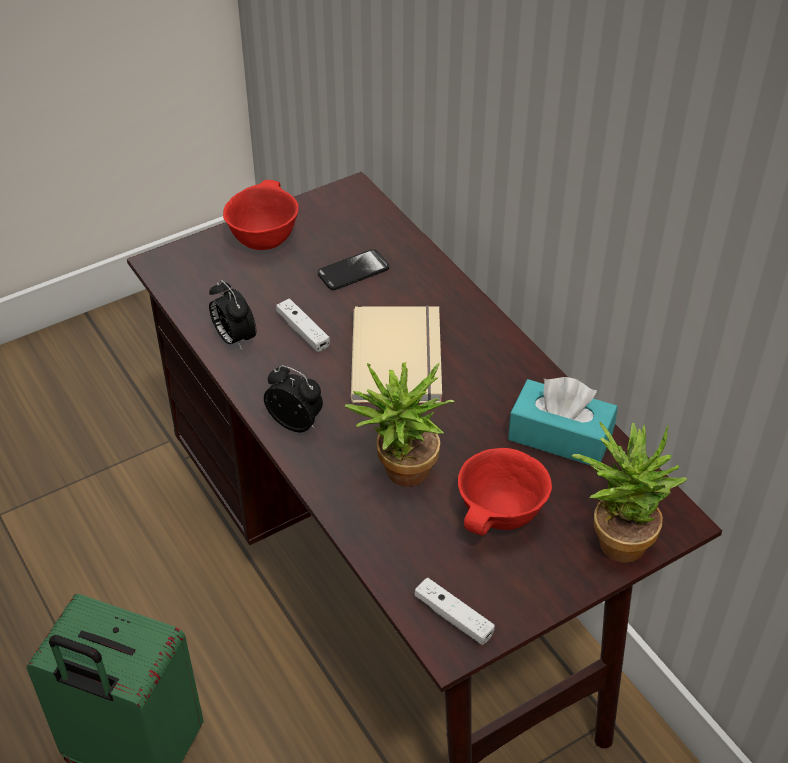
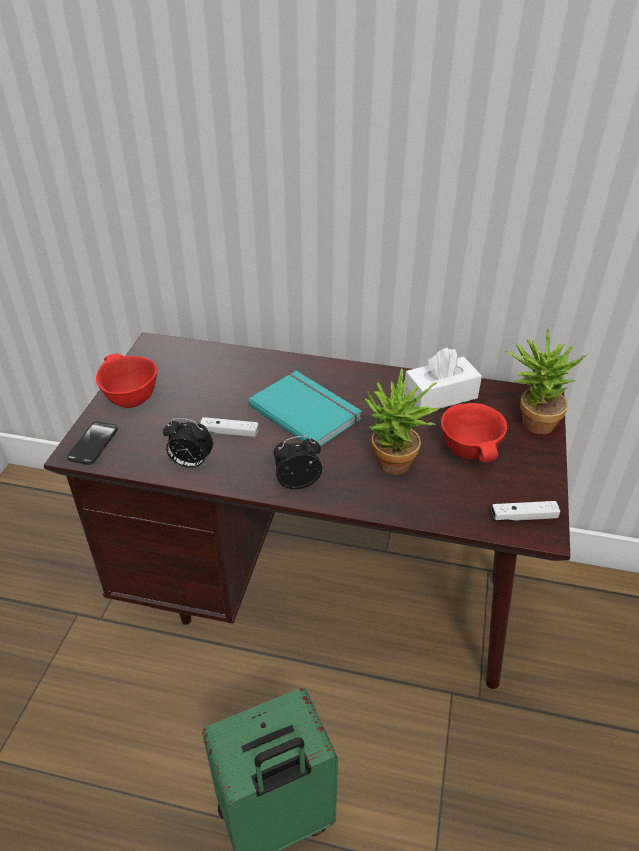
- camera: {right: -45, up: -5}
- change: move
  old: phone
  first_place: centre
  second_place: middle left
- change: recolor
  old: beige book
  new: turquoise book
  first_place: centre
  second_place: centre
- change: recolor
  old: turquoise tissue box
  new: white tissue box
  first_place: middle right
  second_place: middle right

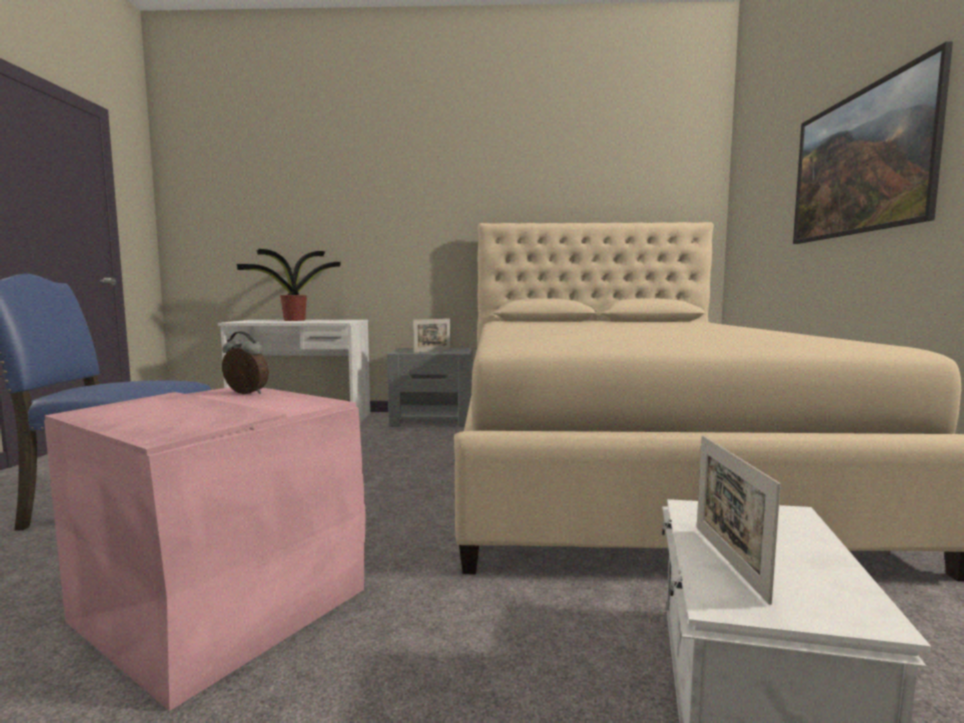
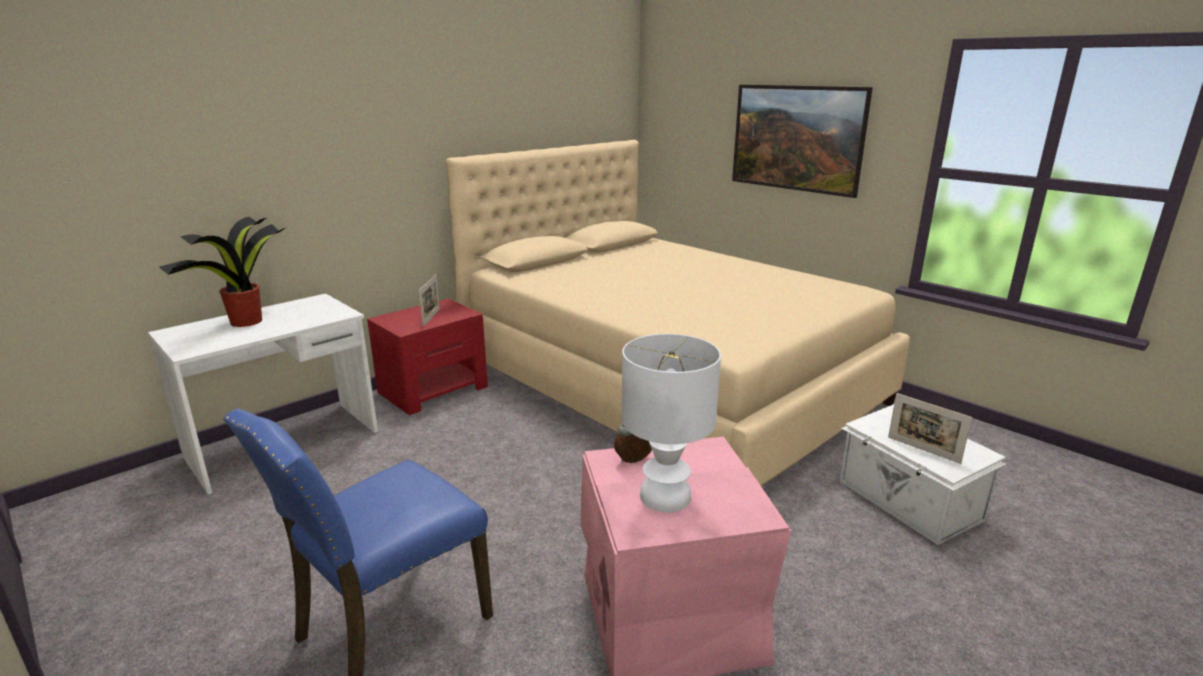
- camera: {right: -45, up: 15}
- change: recolor
  old: grey nightstand
  new: red nightstand
  first_place: centre
  second_place: centre
- change: insert
  new: white table lamp
  second_place: centre

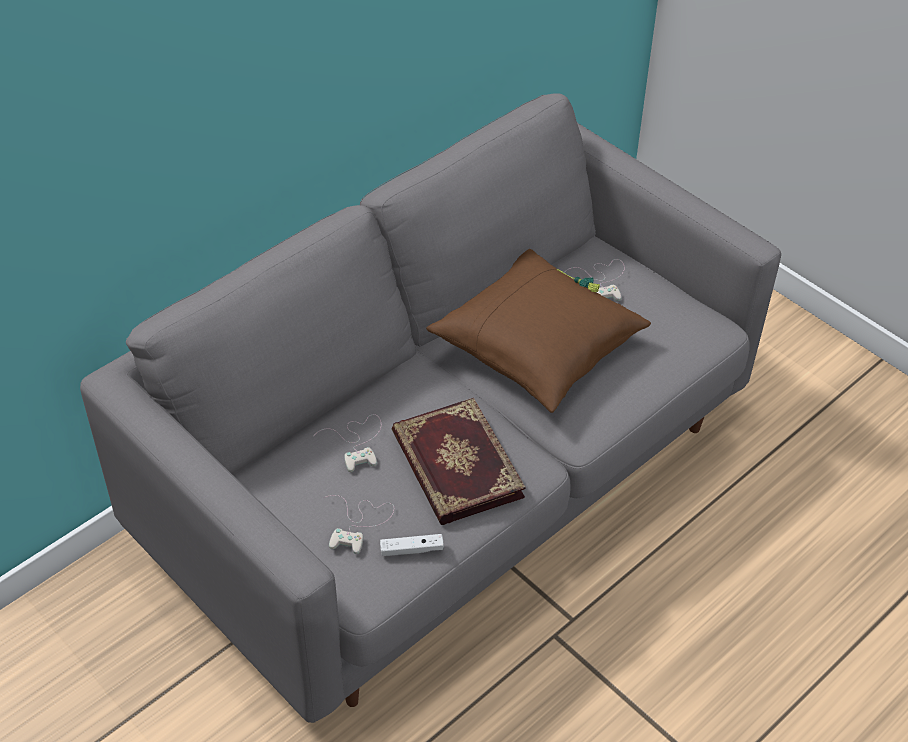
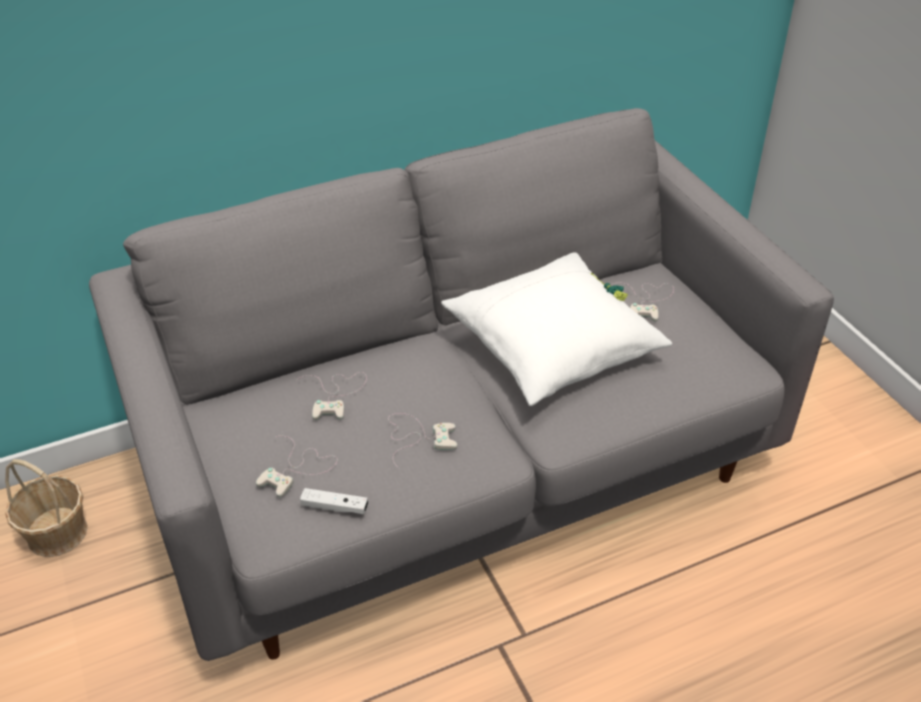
- camera: {right: 20, up: -5}
- change: replace
  old: book
  new: white game controller (4th from left)
  first_place: centre
  second_place: centre
- change: recolor
  old: brown pillow
  new: white pillow
  first_place: centre
  second_place: centre
- change: insert
  new: basket
  second_place: bottom left

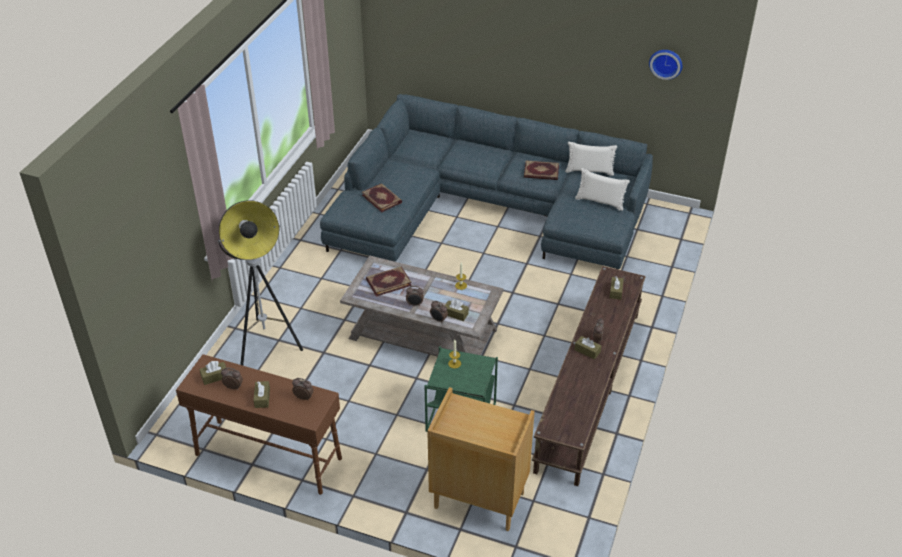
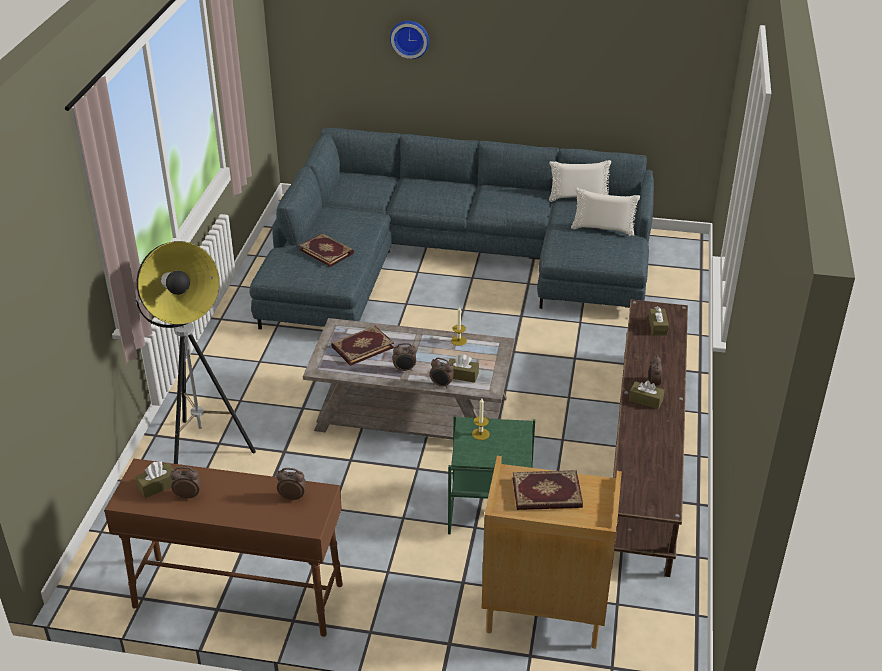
- camera: {right: -10, up: -5}
- change: delete
  old: brown tissue box (2nd from left)
  first_place: bottom left
- change: move
  old: book (3rd from left)
  first_place: top centre
  second_place: bottom centre
- change: move
  old: wall clock
  first_place: top right
  second_place: top centre

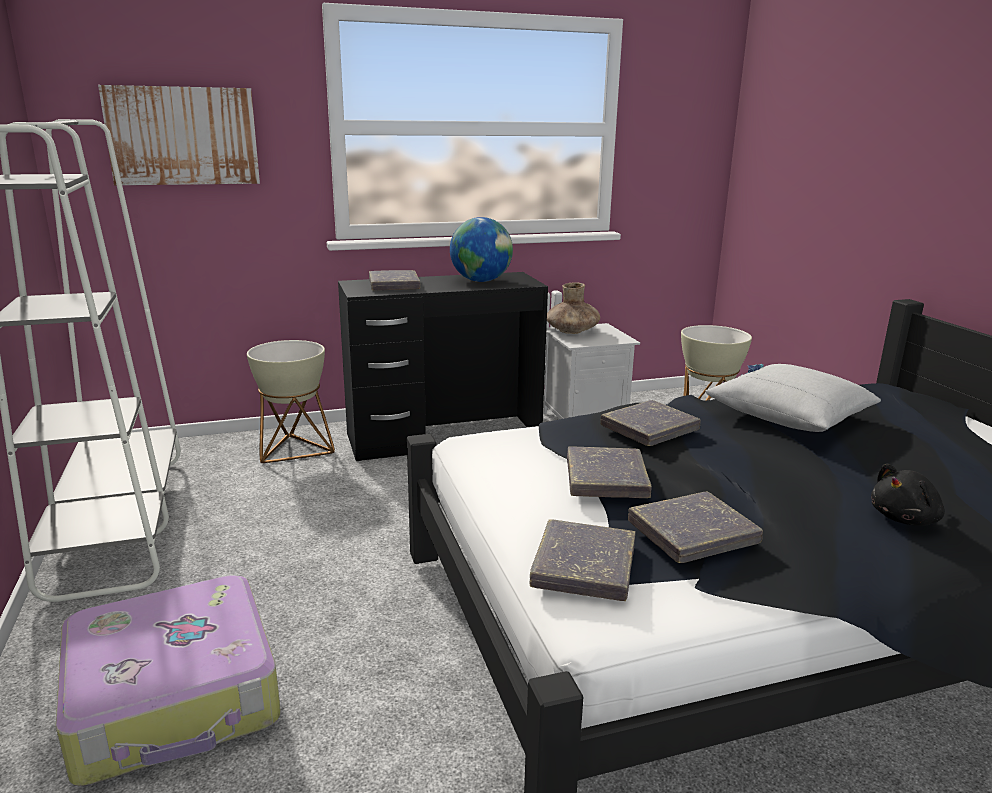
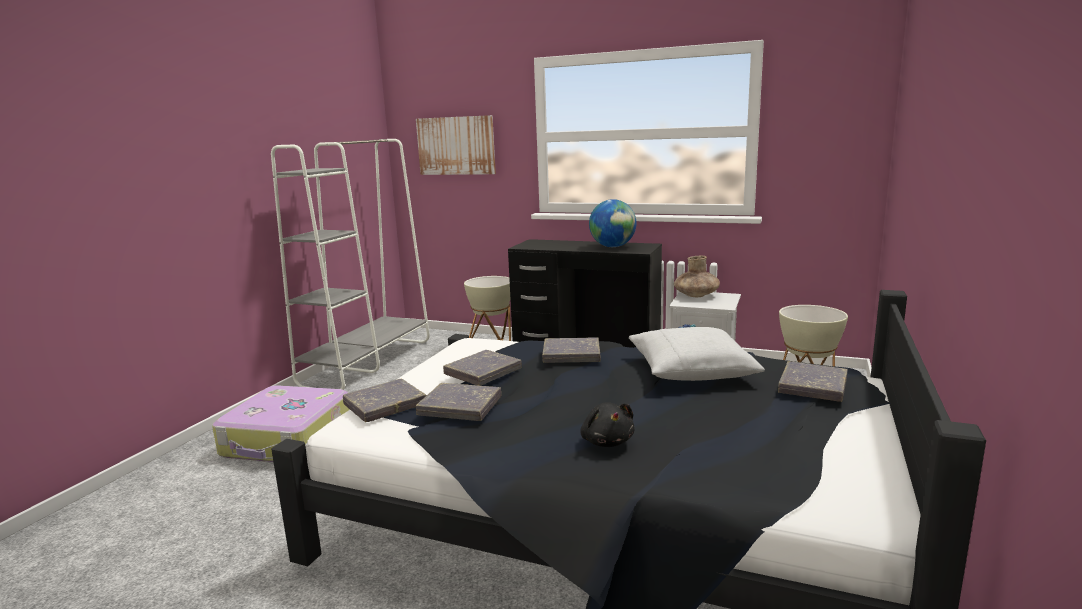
- camera: {right: 40, up: -5}
- change: move
  old: grey book (1st from left in the first image)
  new: grey book (5th from left)
  first_place: centre
  second_place: middle right
- change: rotate
  old: black plush toy
  first_place: middle right
  second_place: bottom centre
  degrees: -120

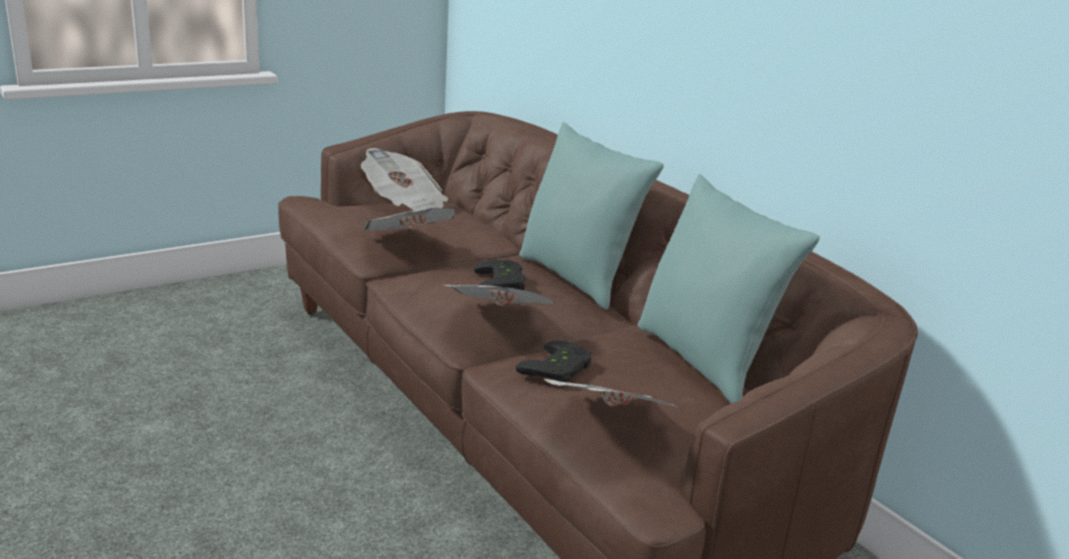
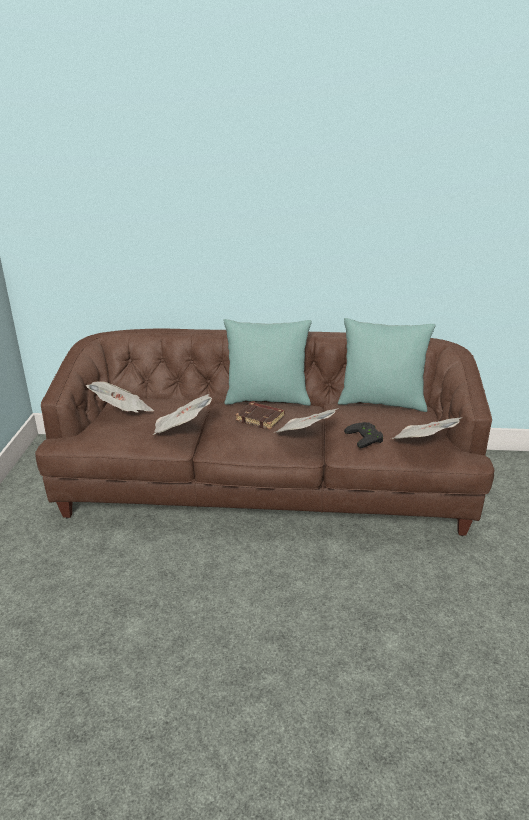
- camera: {right: -50, up: 5}
- change: replace
  old: black game controller (1st from left)
  new: brown book
  first_place: centre
  second_place: centre

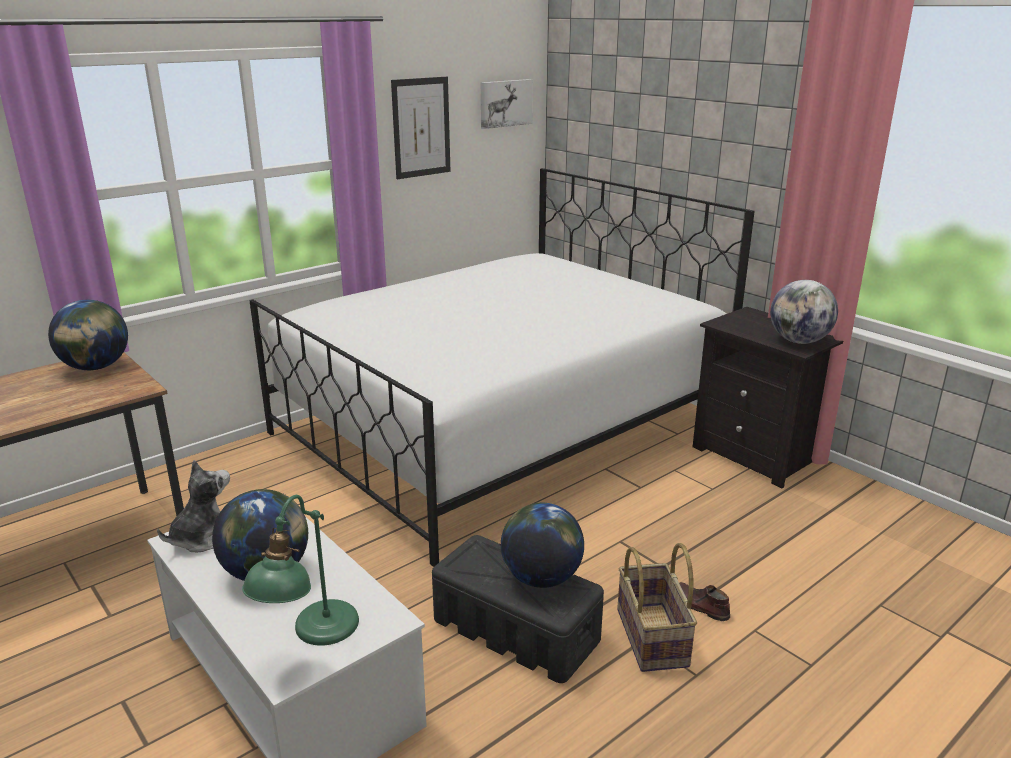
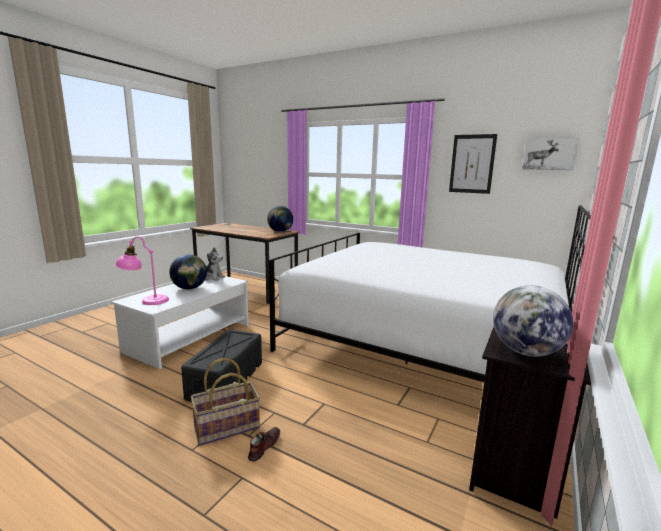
- camera: {right: 70, up: -10}
- change: recolor
  old: green table lamp
  new: pink table lamp
  first_place: bottom left
  second_place: middle left
- change: delete
  old: globe (3rd from left)
  first_place: bottom centre

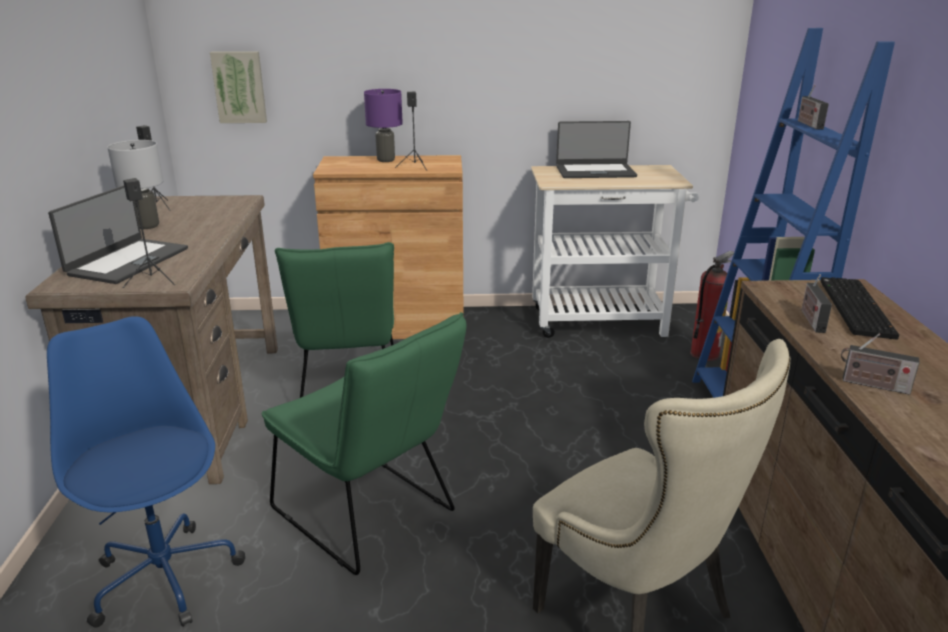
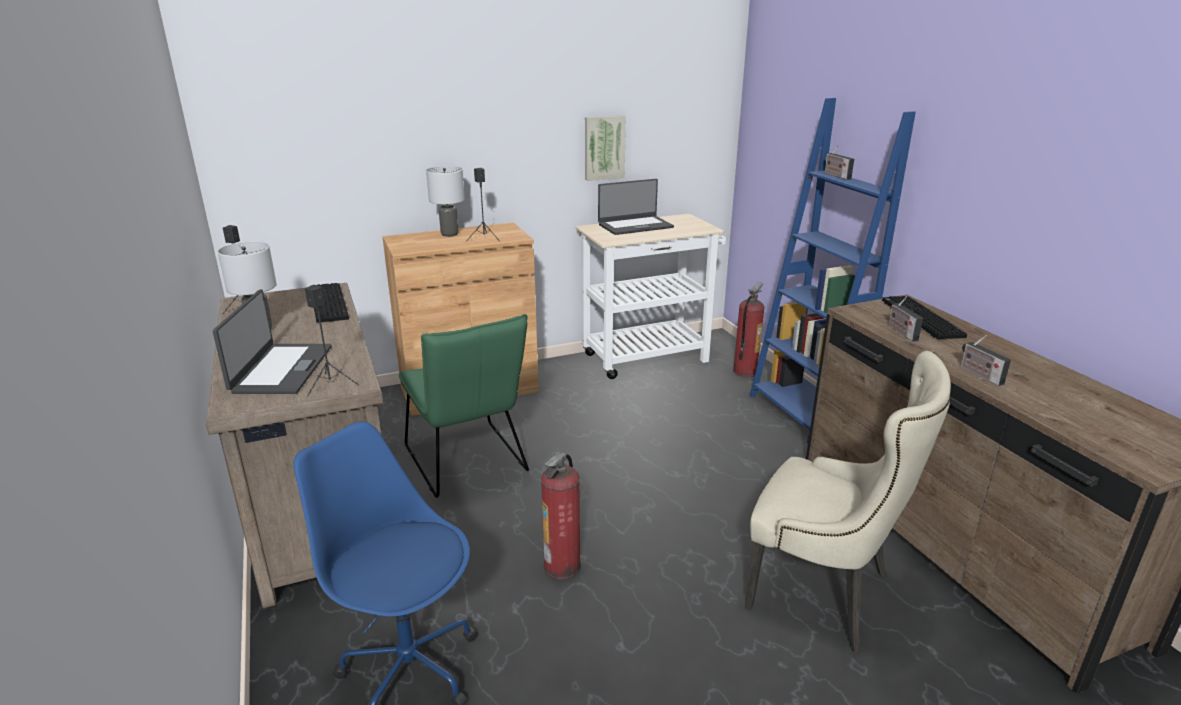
- camera: {right: -20, up: 0}
- change: move
  old: picture
  first_place: top left
  second_place: top centre
- change: replace
  old: green chair (2nd from left)
  new: fire extinguisher (1st from left)
  first_place: bottom centre
  second_place: bottom centre
- change: recolor
  old: purple table lamp
  new: white table lamp (2nd from left)
  first_place: top centre
  second_place: top centre
- change: rotate
  old: radio (3rd from left)
  first_place: middle right
  second_place: middle right
  degrees: 60
- change: insert
  new: keyboard (1st from left)
  second_place: middle left

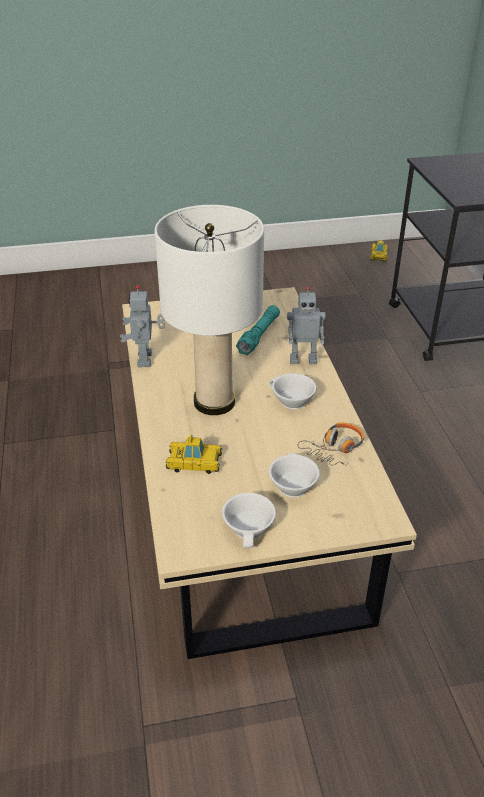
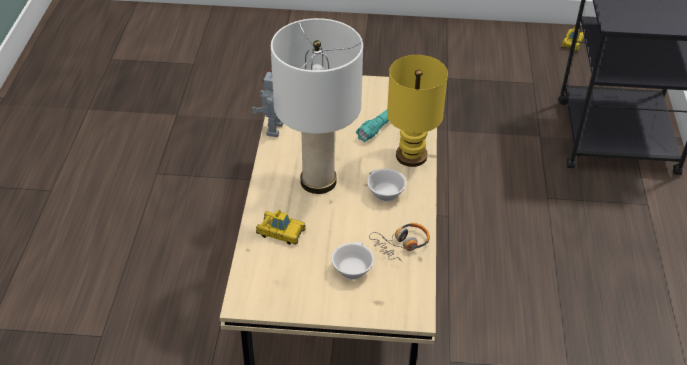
- camera: {right: 15, up: 5}
- change: delete
  old: white cup (1st from left)
  first_place: centre
- change: replace
  old: toy robot (2nd from left)
  new: yellow table lamp
  first_place: centre
  second_place: top centre

